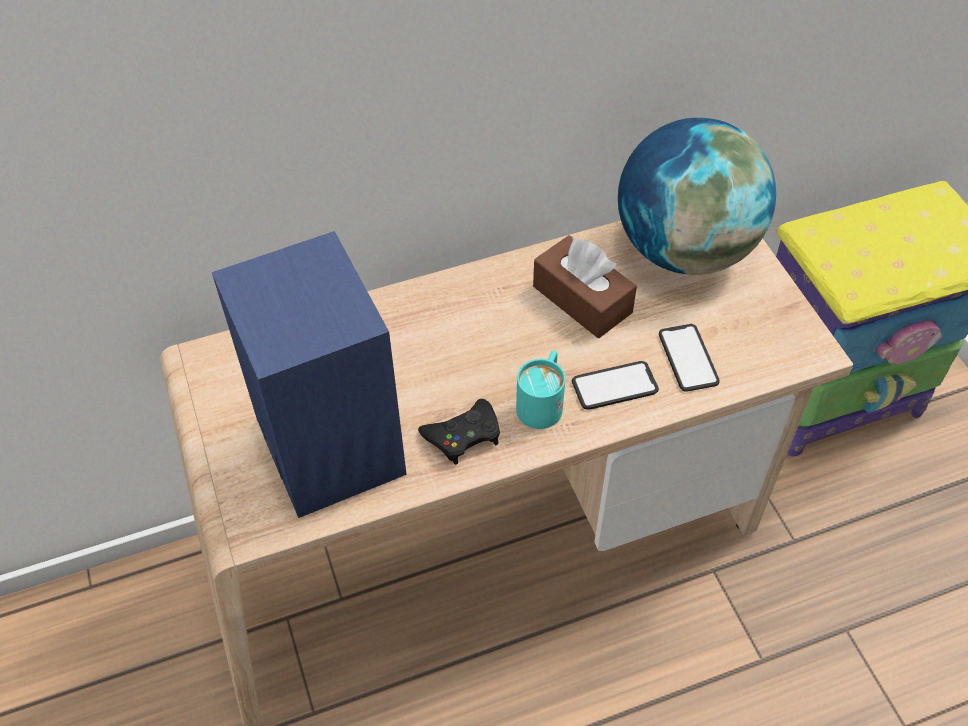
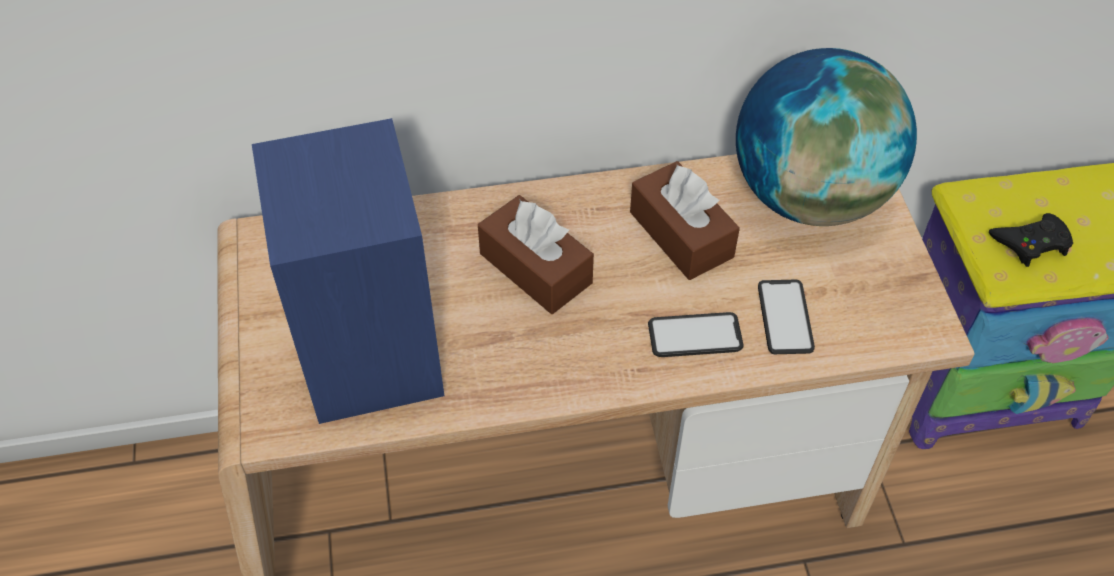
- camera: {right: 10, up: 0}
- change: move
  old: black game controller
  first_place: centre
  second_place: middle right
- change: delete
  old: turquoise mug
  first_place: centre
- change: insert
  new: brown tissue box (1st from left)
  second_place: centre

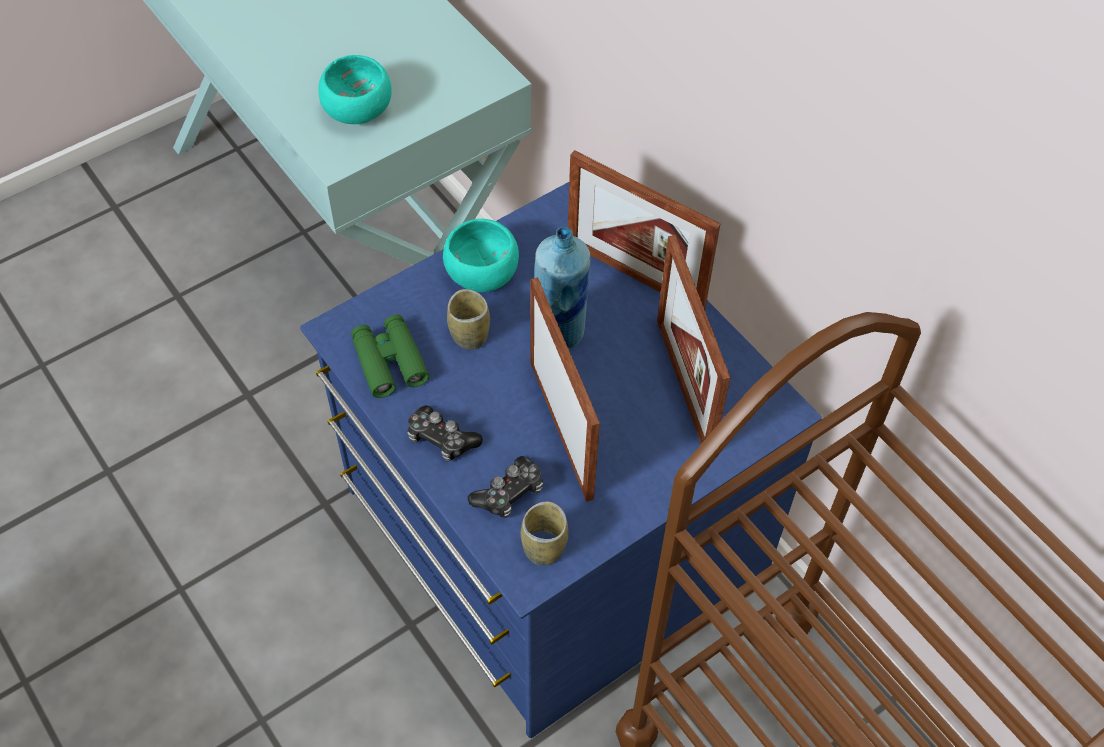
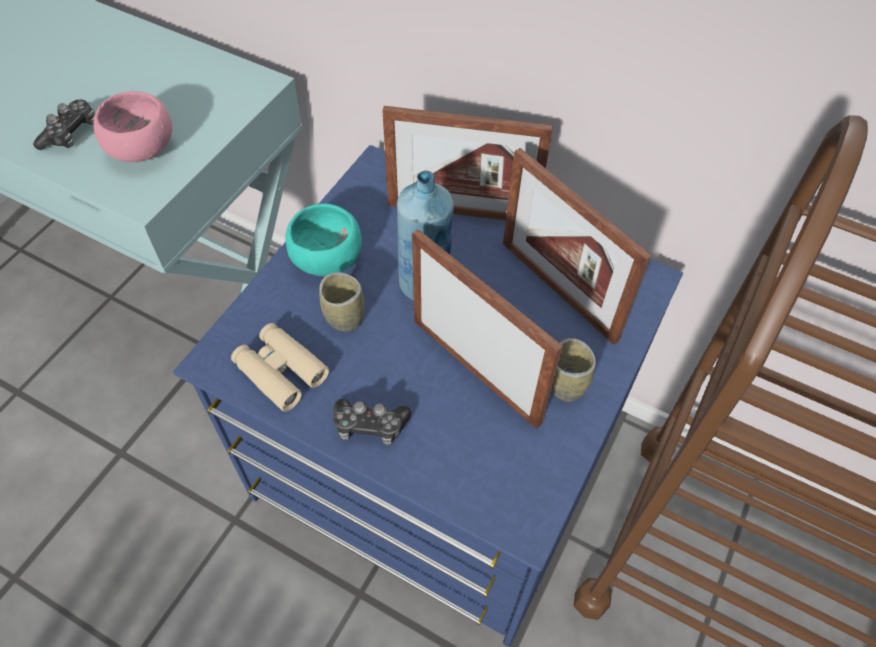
- camera: {right: -25, up: 0}
- change: recolor
  old: turquoise bowl (1st from left)
  new: pink bowl
  first_place: top left
  second_place: top left
- change: recolor
  old: green binoculars
  new: beige binoculars
  first_place: centre
  second_place: middle left
- change: move
  old: game controller (2nd from left in the first image)
  new: game controller (1st from left)
  first_place: centre
  second_place: top left
- change: move
  old: cup (2nd from left)
  first_place: bottom centre
  second_place: centre

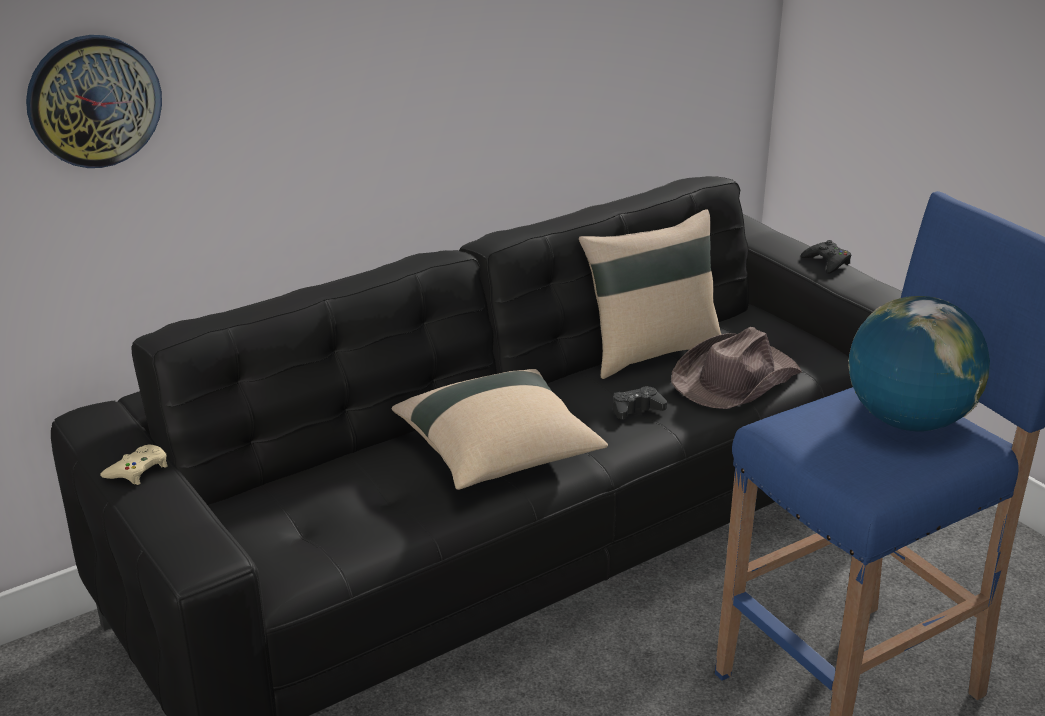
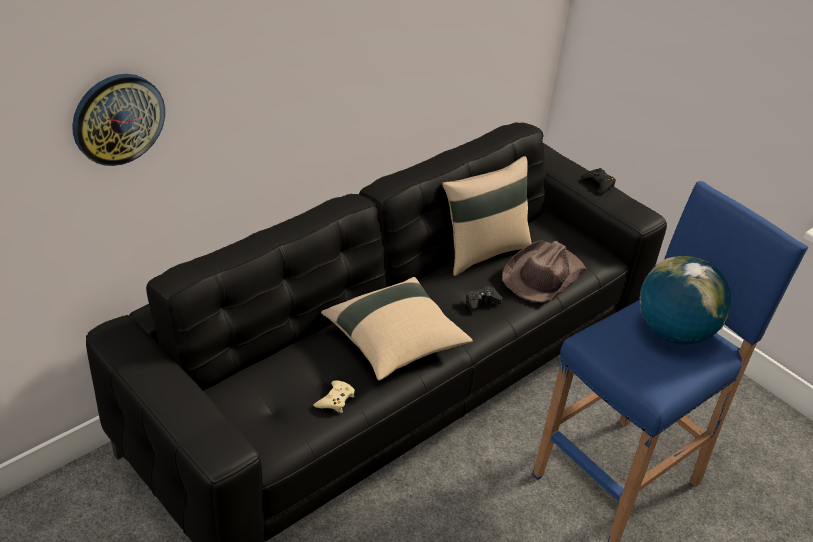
- camera: {right: -10, up: 10}
- change: move
  old: beige game controller
  first_place: middle left
  second_place: bottom centre

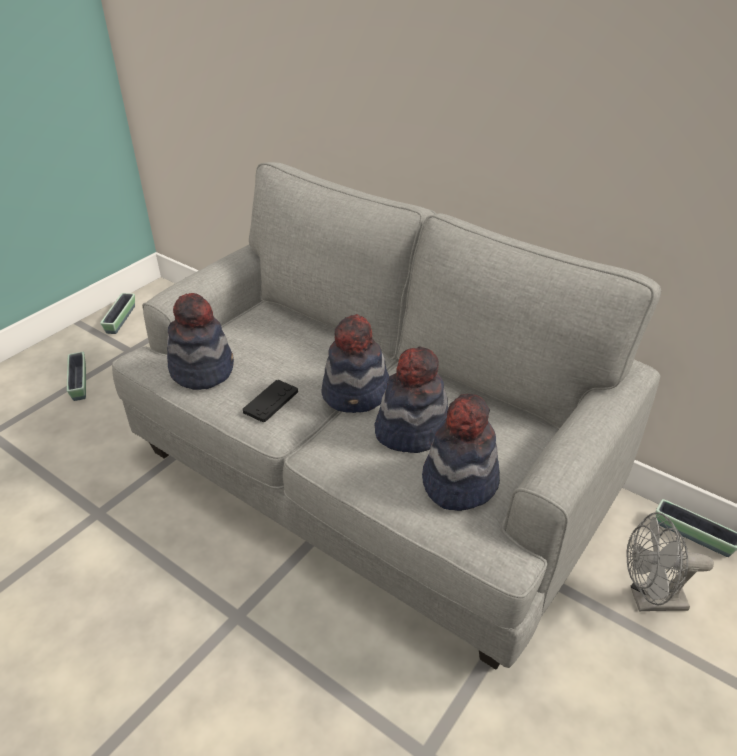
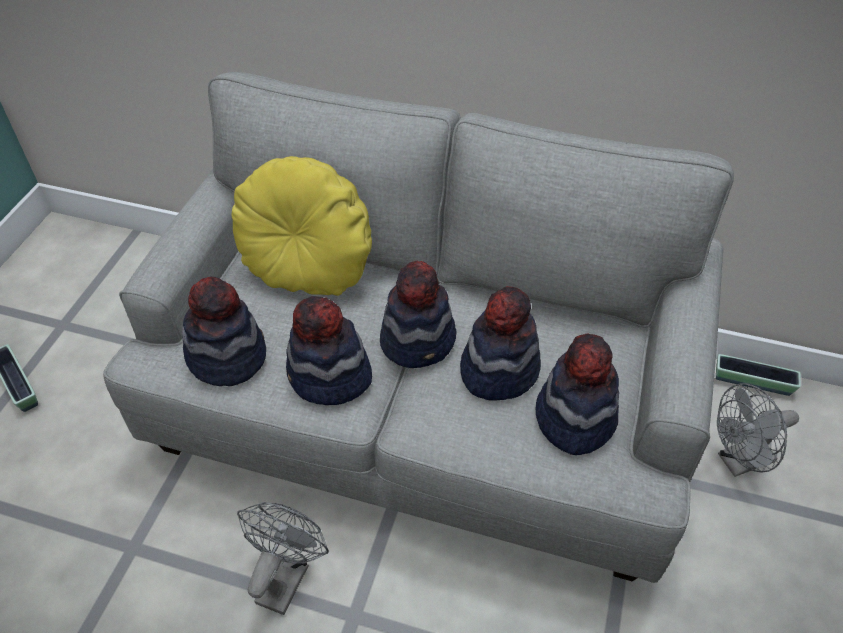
- camera: {right: -20, up: 10}
- change: delete
  old: planter (2nd from left)
  first_place: middle left
- change: replace
  old: black game controller
  new: hat (2nd from left)
  first_place: centre
  second_place: centre
- change: insert
  new: yellow pillow
  second_place: centre
- change: insert
  new: grey fan (1st from left)
  second_place: bottom centre

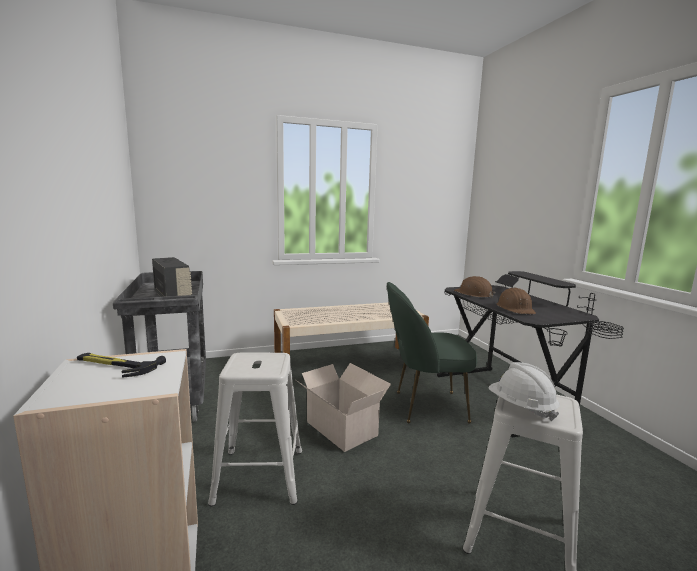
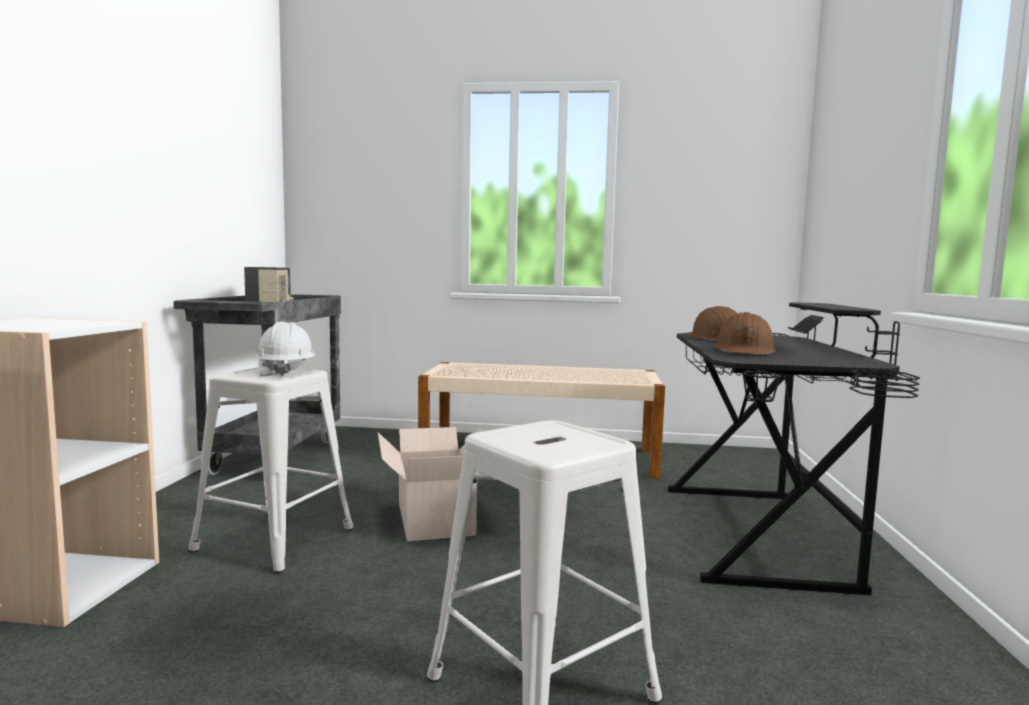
- camera: {right: 25, up: -5}
- change: delete
  old: hammer
  first_place: middle left
- change: delete
  old: green chair
  first_place: centre
- change: move
  old: white hard hat
  first_place: bottom right
  second_place: middle left

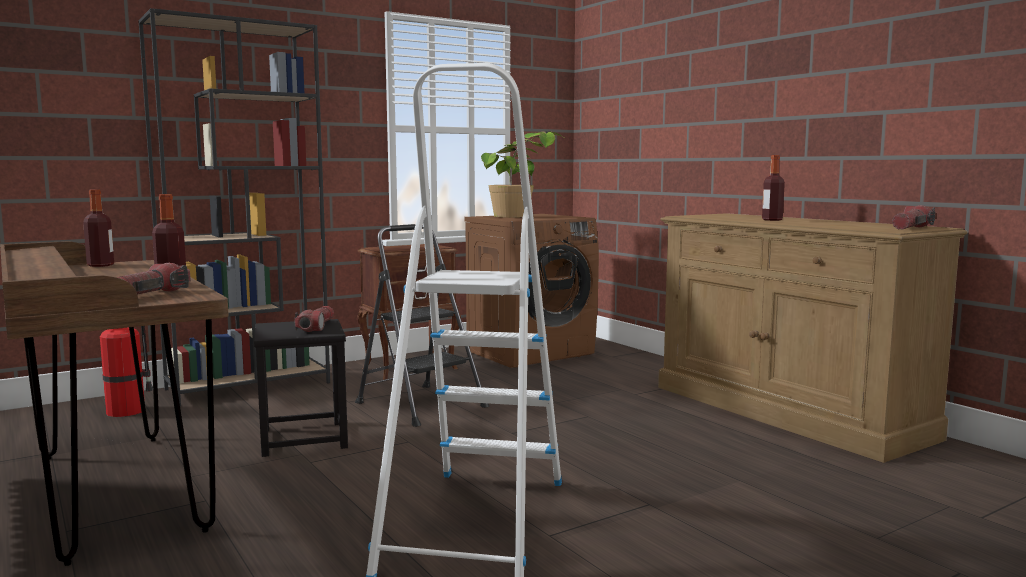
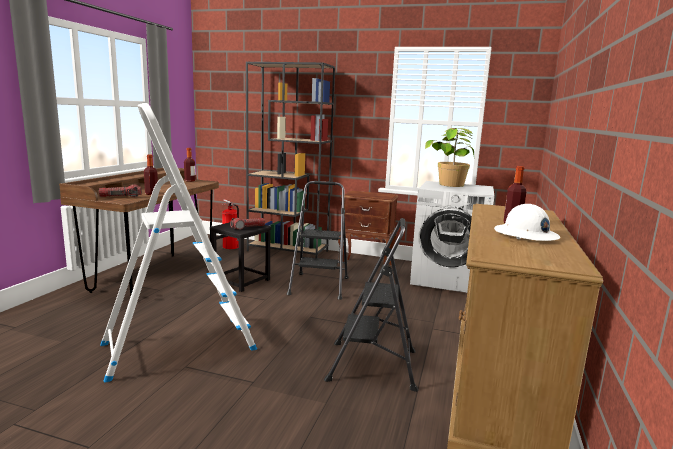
- camera: {right: 50, up: 5}
- change: recolor
  old: brown washing machine
  new: white washing machine
  first_place: centre
  second_place: middle right
- change: delete
  old: flashlight (3rd from left)
  first_place: middle right
- change: insert
  new: black step ladder (2nd from left)
  second_place: bottom centre
- change: insert
  new: white hard hat
  second_place: middle right

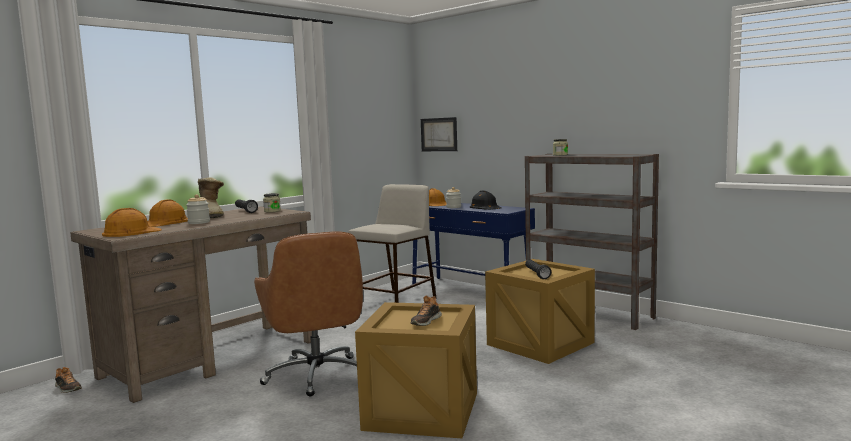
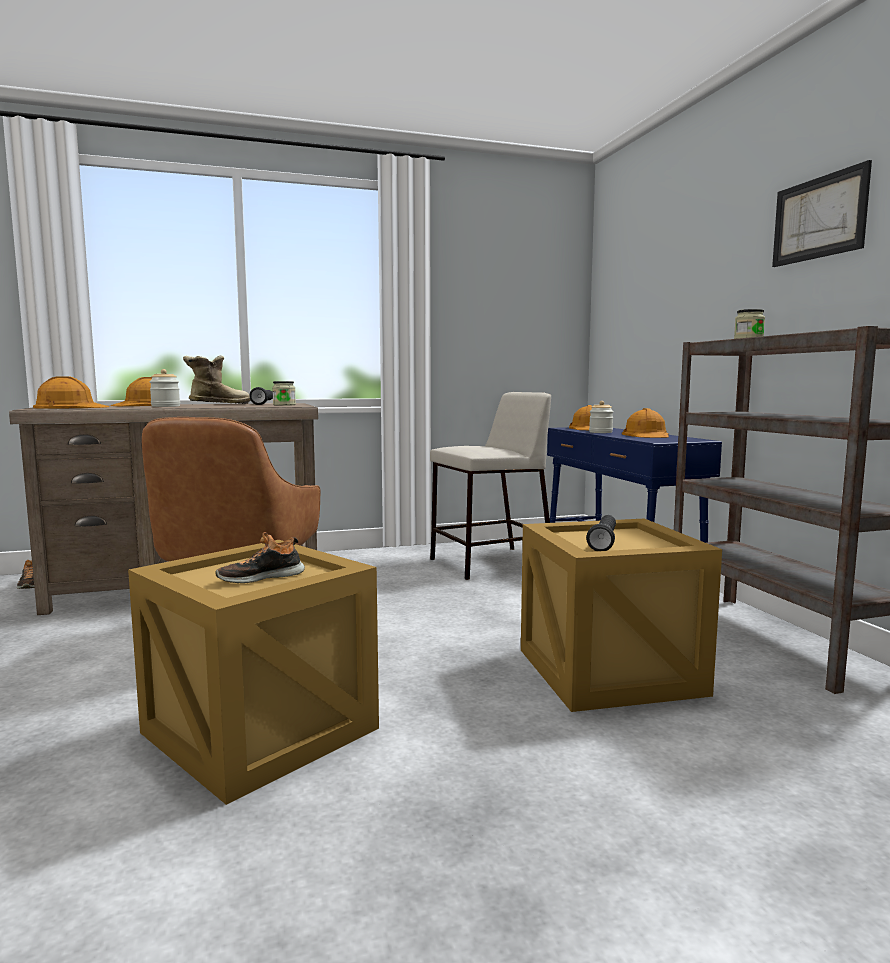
- camera: {right: 30, up: 0}
- change: rotate
  old: boot
  first_place: middle left
  second_place: middle left
  degrees: -135
- change: move
  old: picture
  first_place: top centre
  second_place: top right
- change: recolor
  old: black hard hat
  new: orange hard hat (4th from left)
  first_place: centre
  second_place: middle right

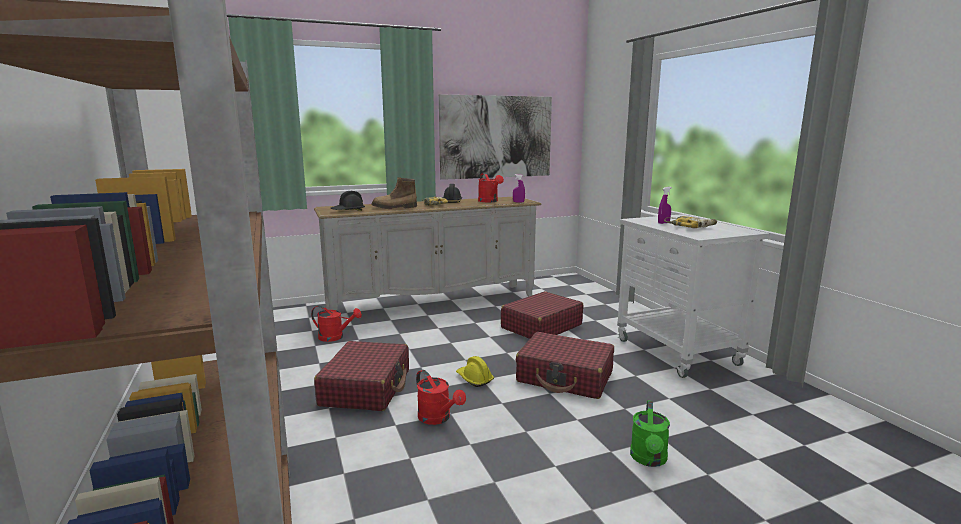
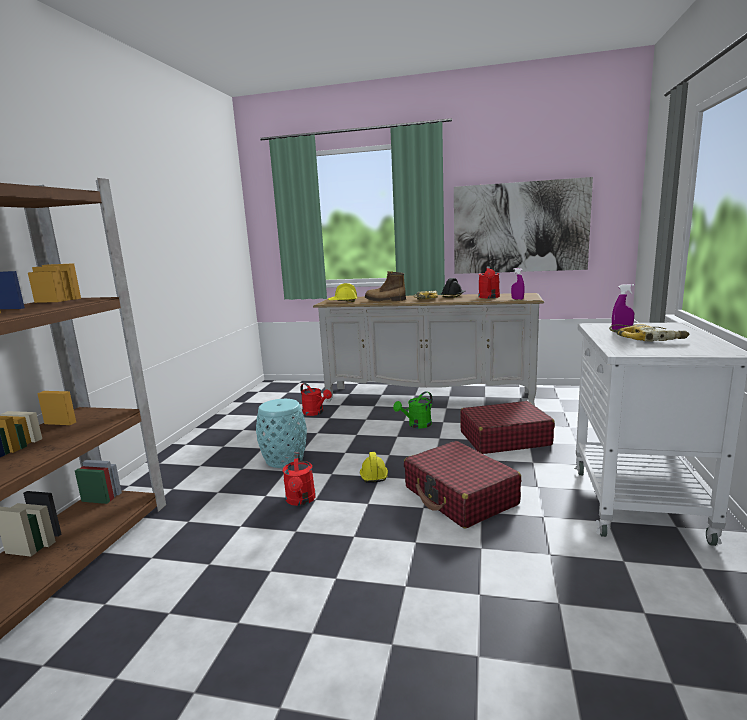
- camera: {right: 35, up: 0}
- change: replace
  old: red suitcase (1st from left)
  new: turquoise stool
  first_place: bottom centre
  second_place: centre
- change: recolor
  old: black hard hat (1st from left)
  new: yellow hard hat (1st from left)
  first_place: centre
  second_place: centre
- change: move
  old: green watering can
  first_place: bottom right
  second_place: centre

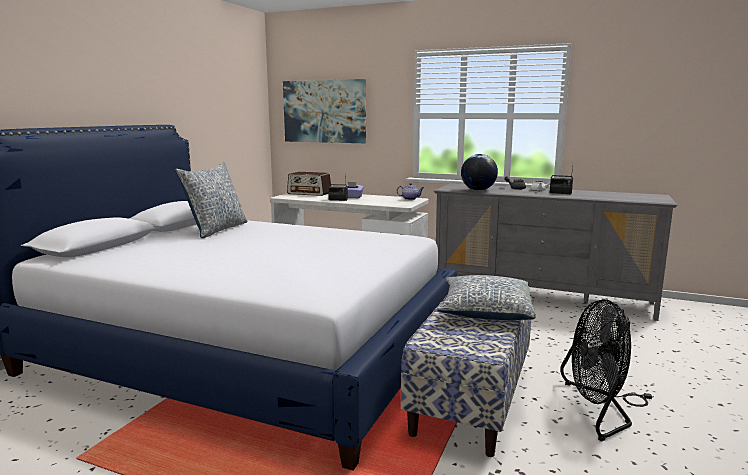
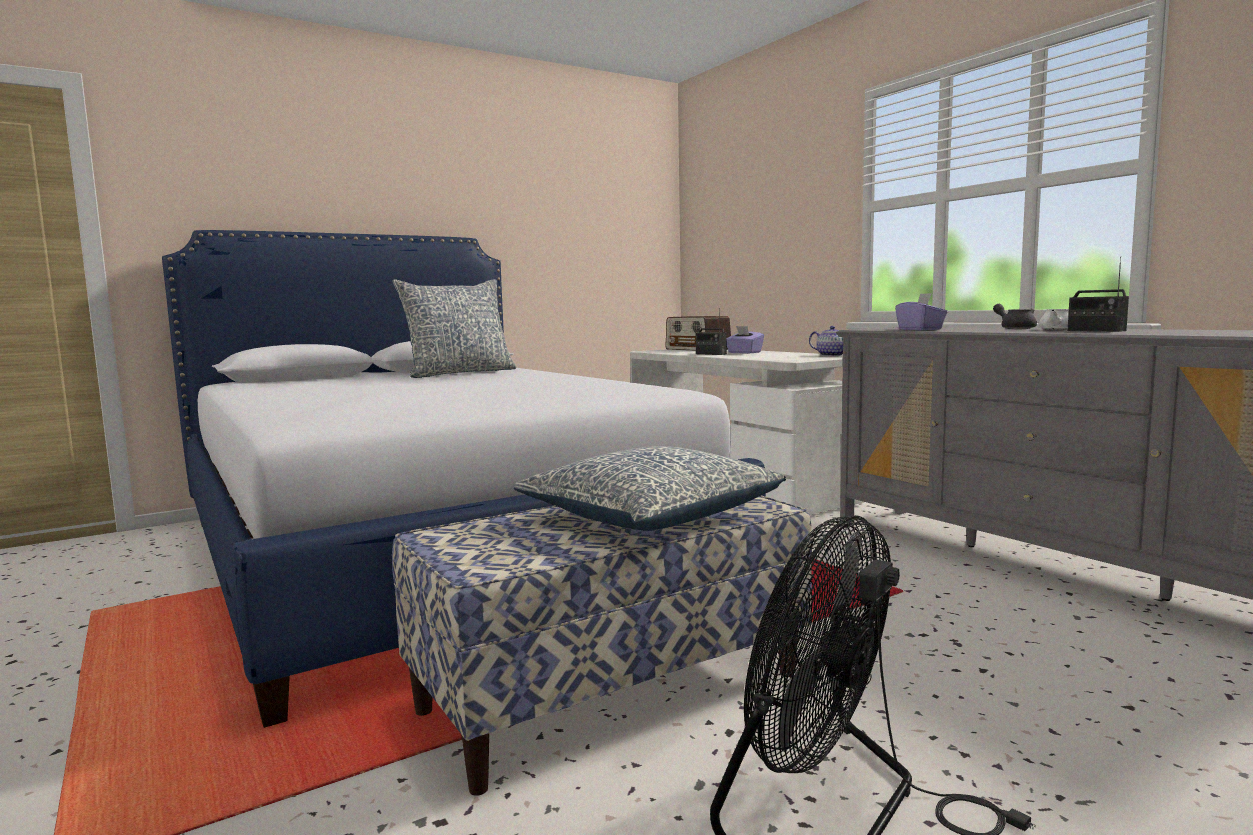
- camera: {right: 35, up: -5}
- change: delete
  old: picture
  first_place: top centre
- change: replace
  old: globe
  new: purple tissue box (2nd from left)
  first_place: centre
  second_place: middle right

